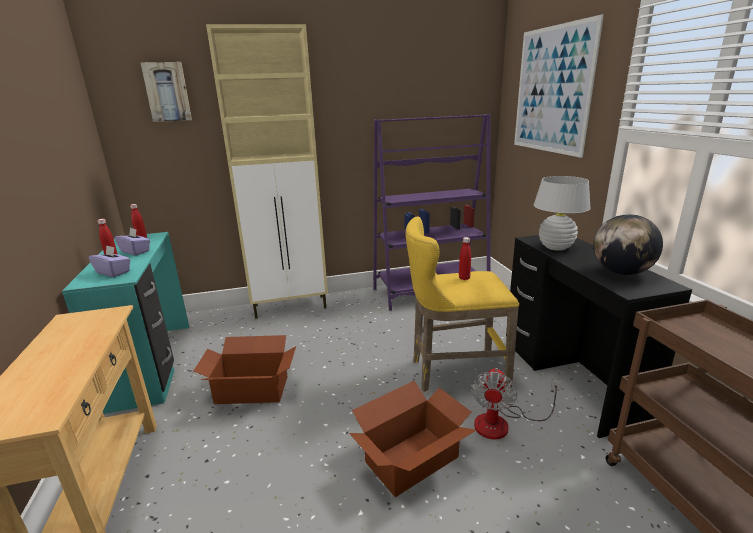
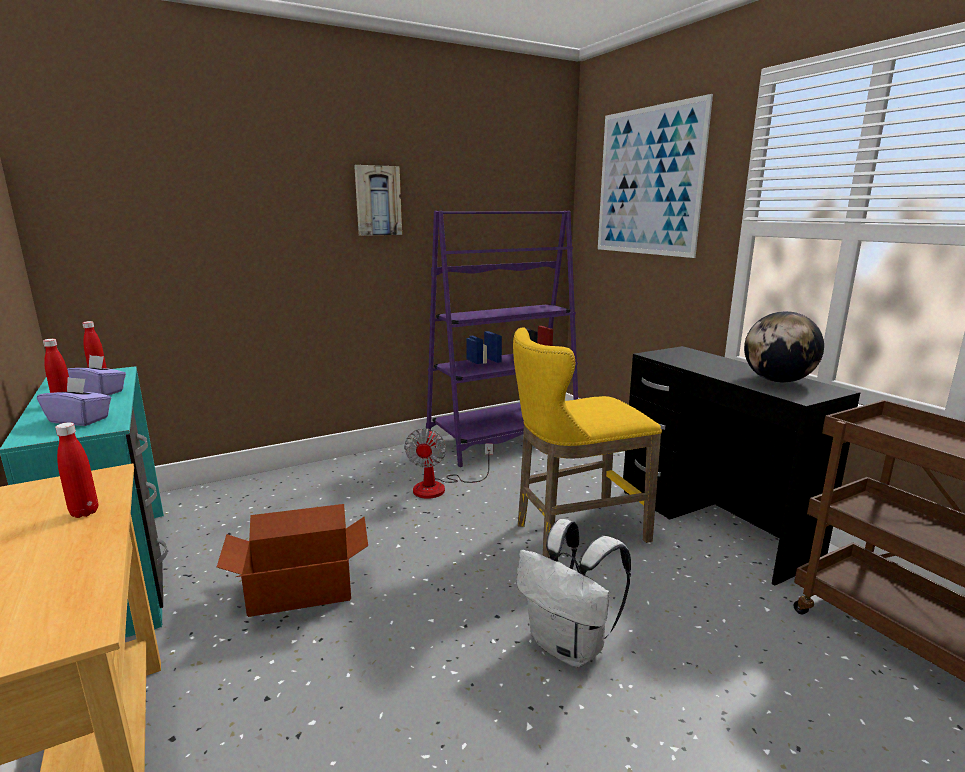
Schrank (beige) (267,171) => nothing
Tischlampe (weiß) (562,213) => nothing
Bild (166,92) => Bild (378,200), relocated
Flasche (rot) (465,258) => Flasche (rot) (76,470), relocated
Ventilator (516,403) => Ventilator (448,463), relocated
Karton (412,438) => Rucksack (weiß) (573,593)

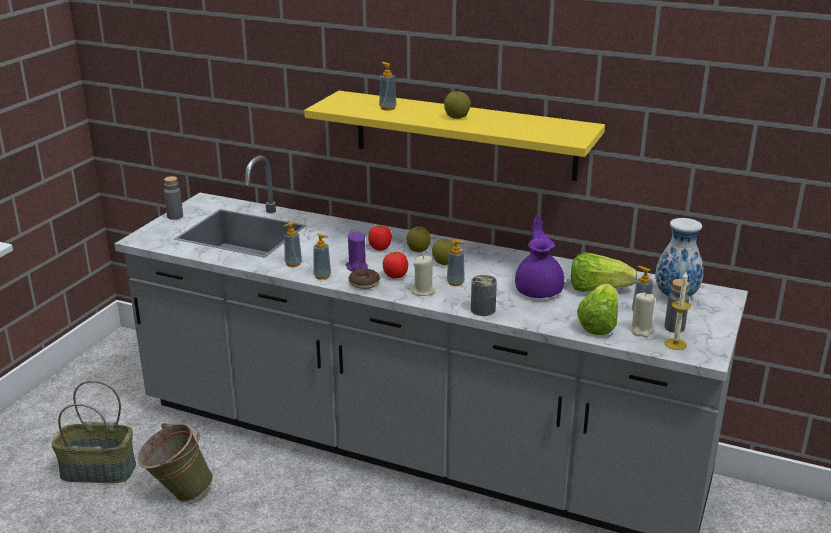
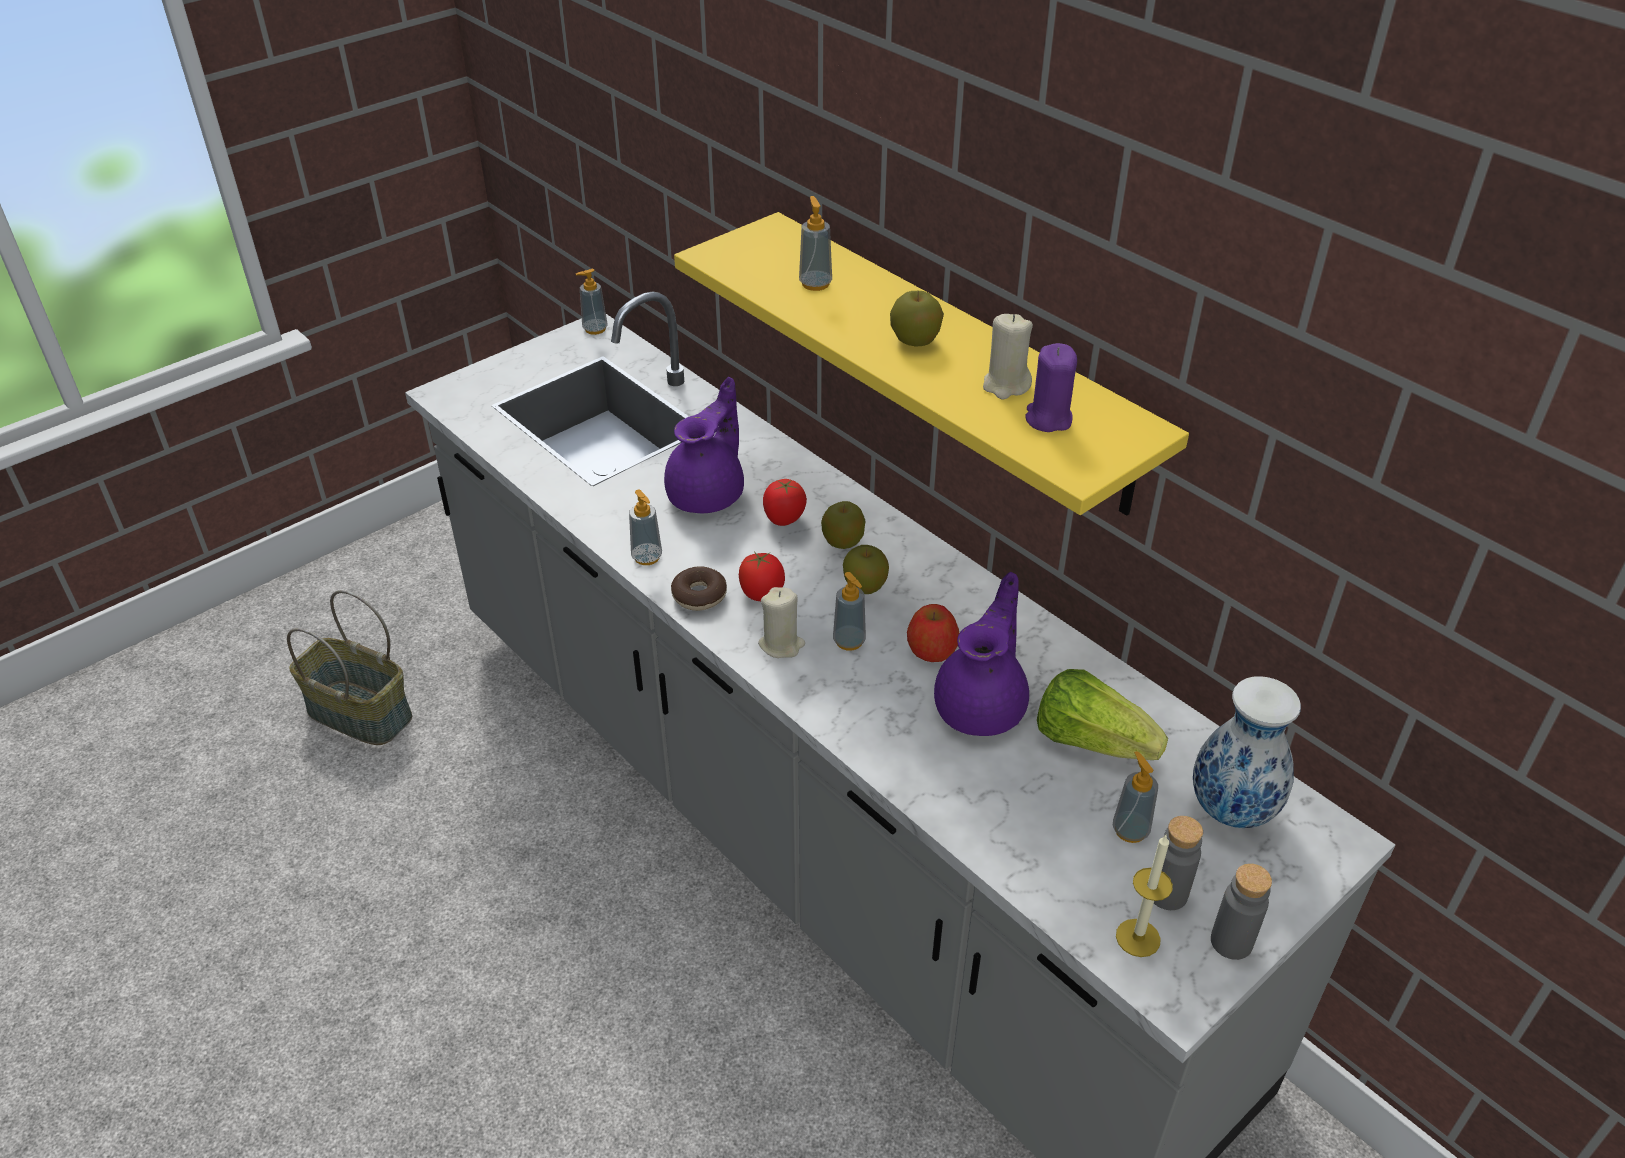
Eimer (grün) (175,462) => nothing
Dose (484,295) => nothing
Salatkopf (597,309) => nothing
nothing => Teekanne (lila) (704,445)
nothing => Apfel (933,633)
Flasche (grau) (173,198) => Flasche (grau) (1241,912), relocated
Seifenspender (293,244) => Seifenspender (592,302), relocated
Kerze (lila) (356,251) => Kerze (lila) (1051,387), relocated
Kerze (beige) (642,315) => Kerze (beige) (1008,356), relocated

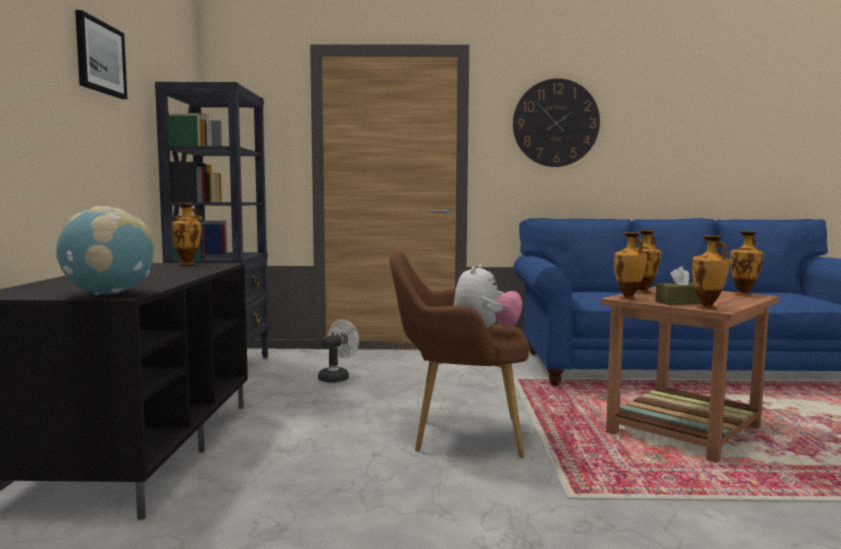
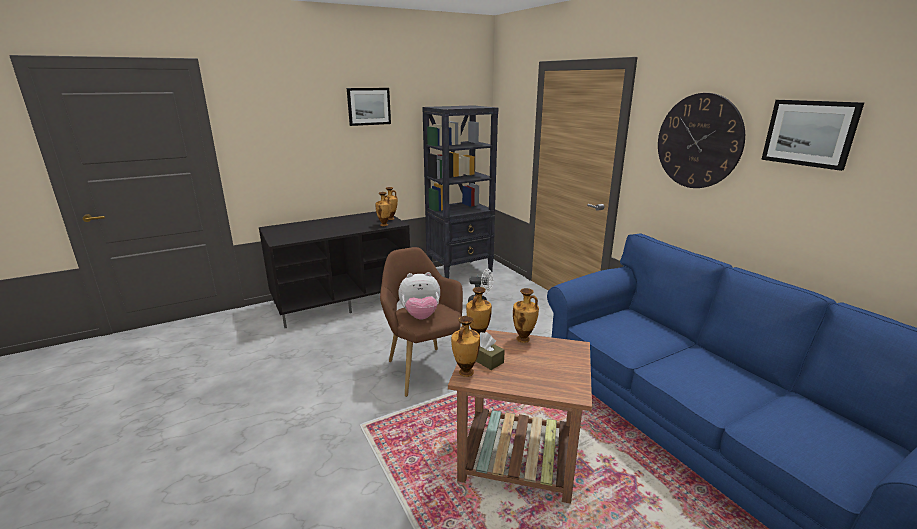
Globus (105,250) => nothing
nothing => Bild (812,135)
Vase (747,263) => Vase (383,209), relocated

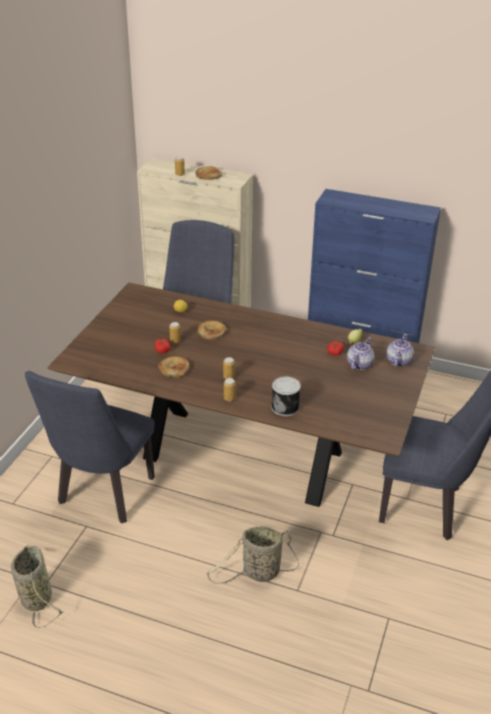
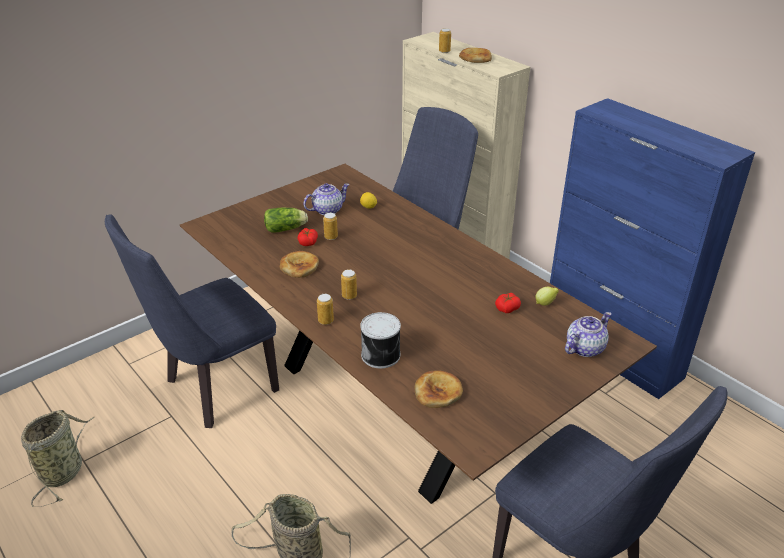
nothing => Salatkopf (286,220)
Brot (212,330) => Brot (439,389), relocated
Teekanne (361,353) => Teekanne (326,199), relocated

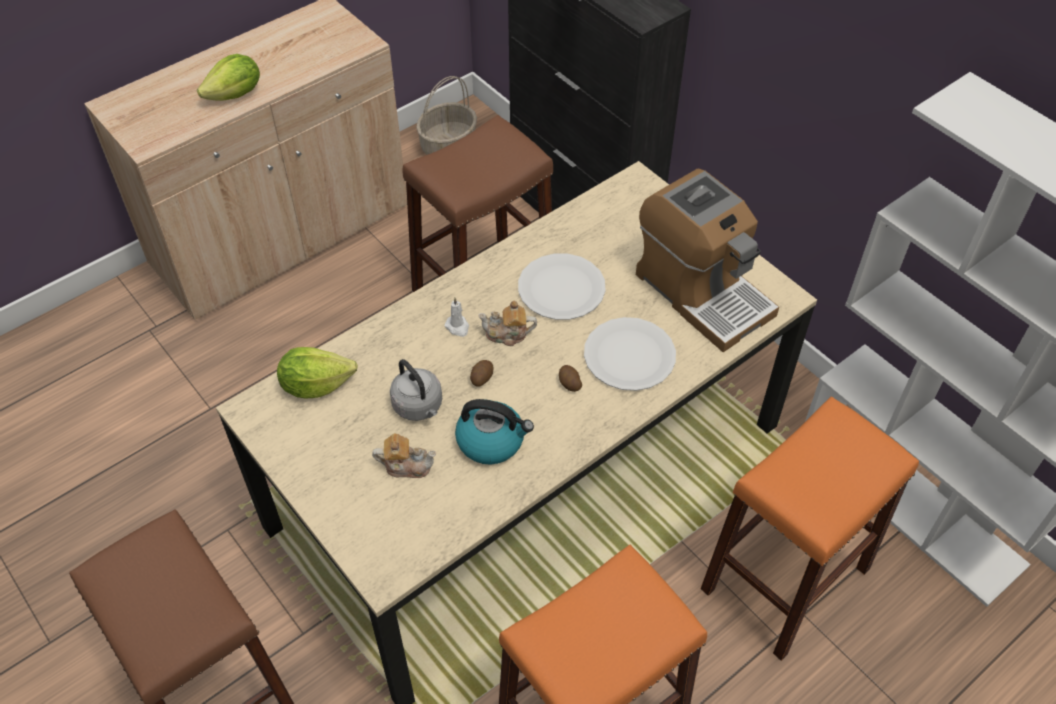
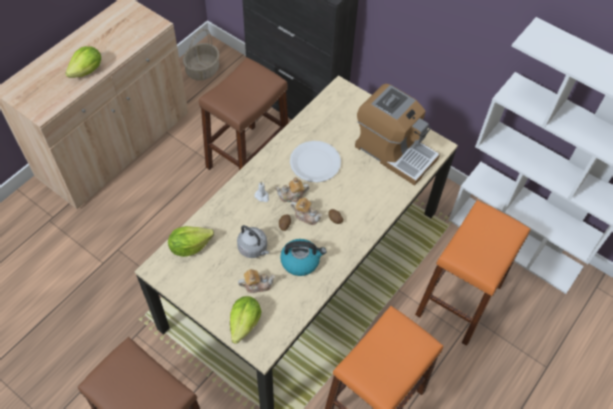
Teller (weiß) (630,354) => nothing
nothing => Salatkopf (246,320)
nothing => Teekanne (306,211)

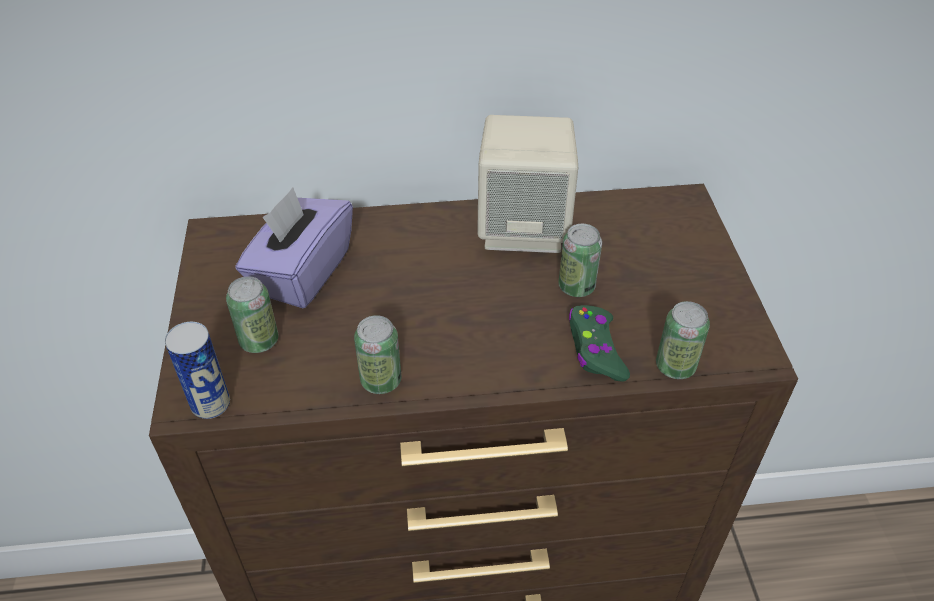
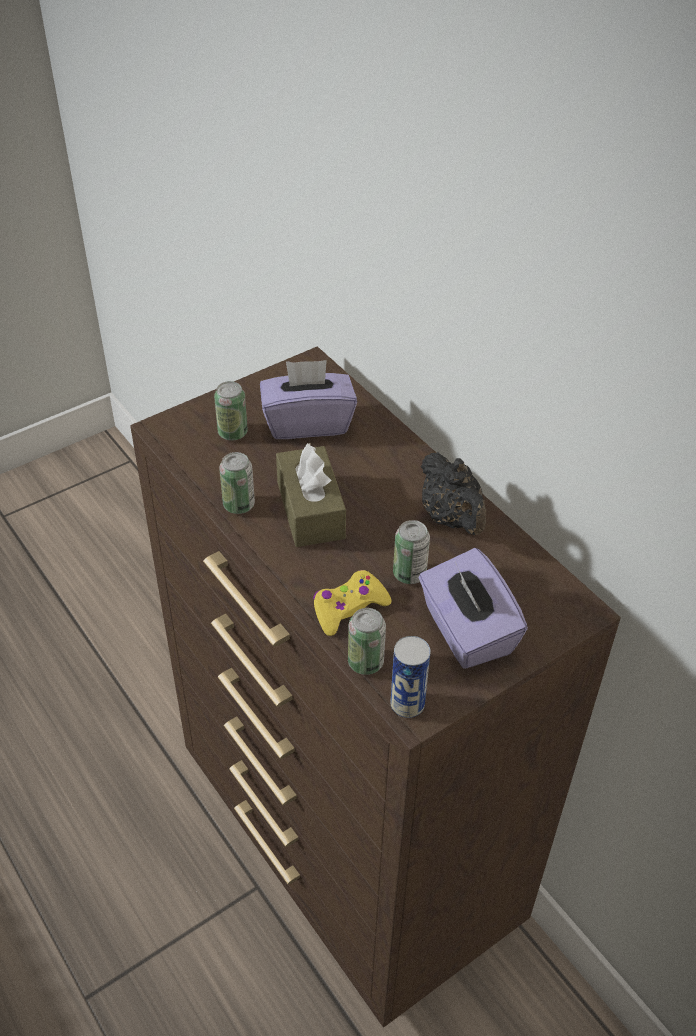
nothing => Taschentuchbox (braun) (311,494)
nothing => Taschentuchbox (lila) (473,608)
Dose (197,370) => Dose (410,677), relocated
Lautsprecher (beige) (527,184) => Teekanne (schwarz) (453,493)
Gamepad (grün) (599,343) => Gamepad (gelb) (352,603)

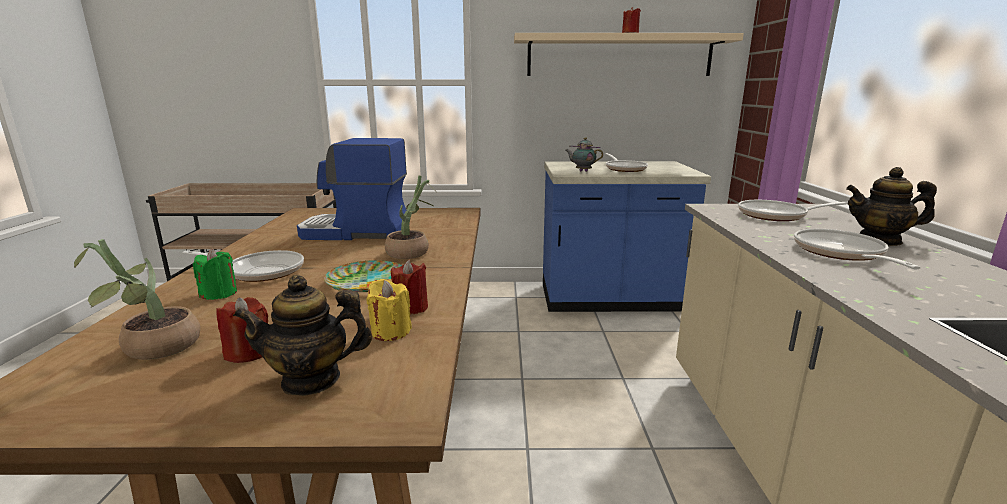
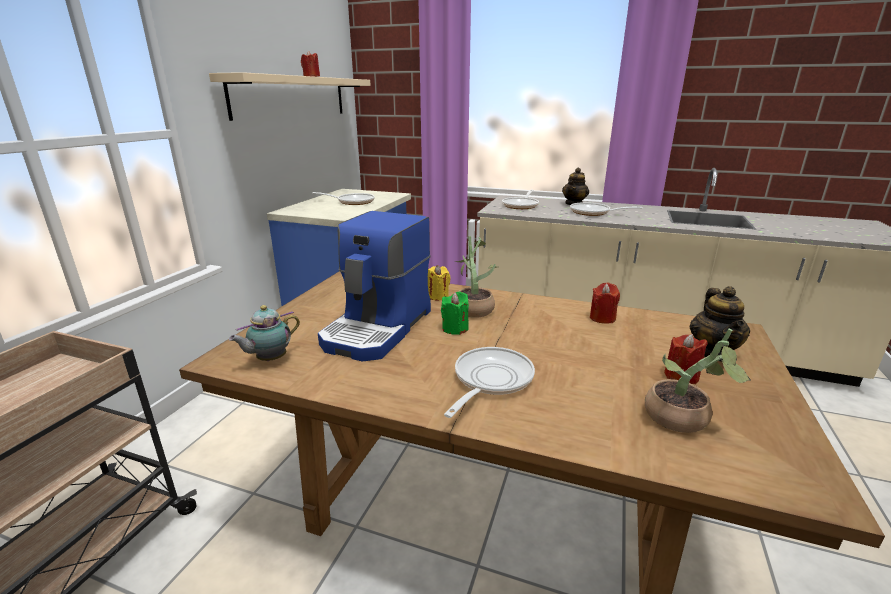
Teller (363,276) => nothing
Kerze (grün) (215,274) => Kerze (grün) (455,313), relocated
Kerze (gelb) (389,310) => Kerze (gelb) (439,283), relocated
Teekanne (584,154) => Teekanne (264,333), relocated

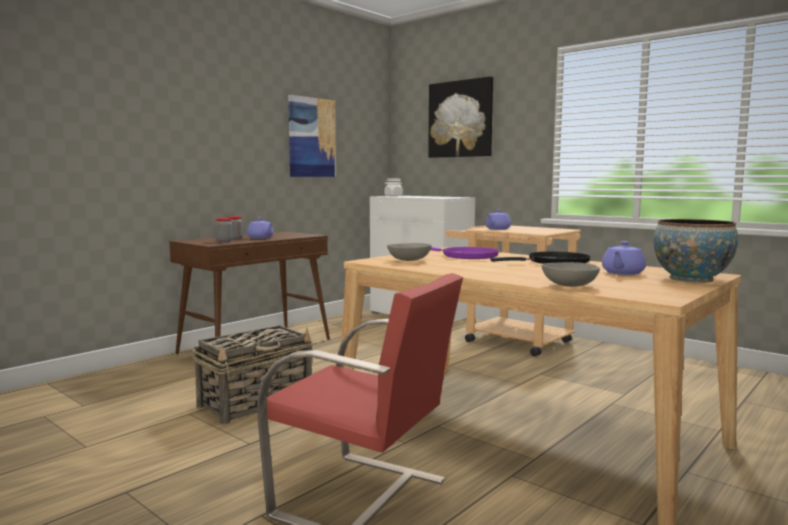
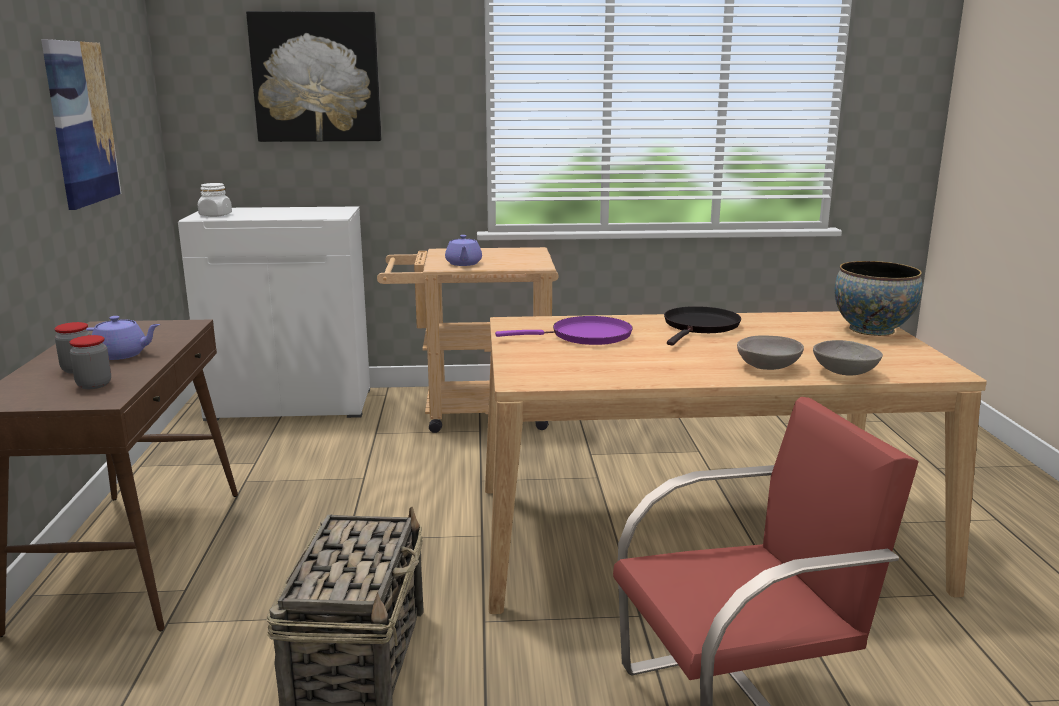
Teekanne (lila) (624,258) => nothing
Schüssel (grau) (409,252) => Schüssel (grau) (770,352), relocated

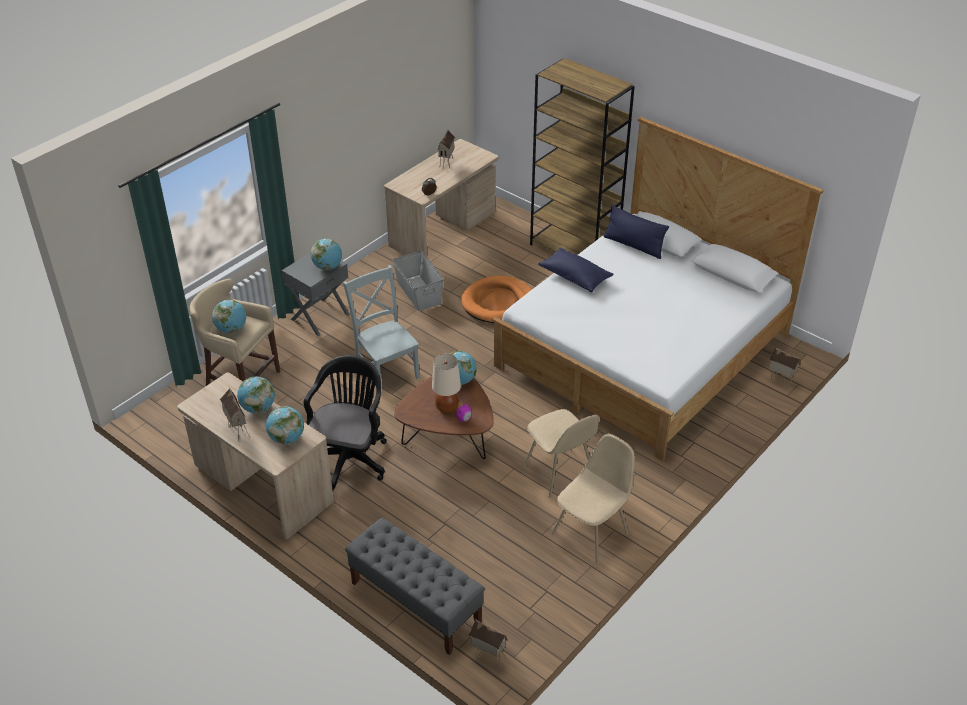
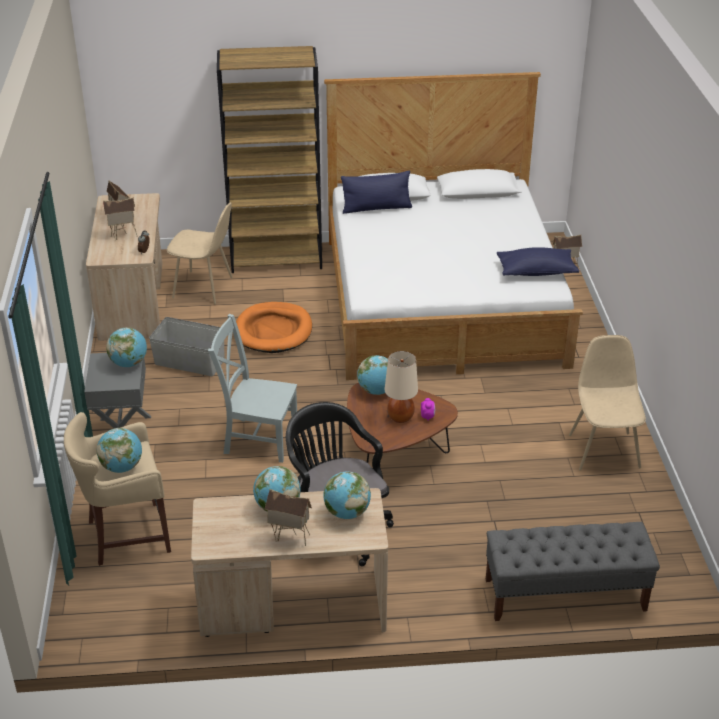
Spielzeughaus (488,643) => Spielzeughaus (120,219), relocated
Stuhl (beige) (561,453) => Stuhl (beige) (200,253), relocated
Kissen (blau) (575,270) => Kissen (blau) (538,261), relocated

